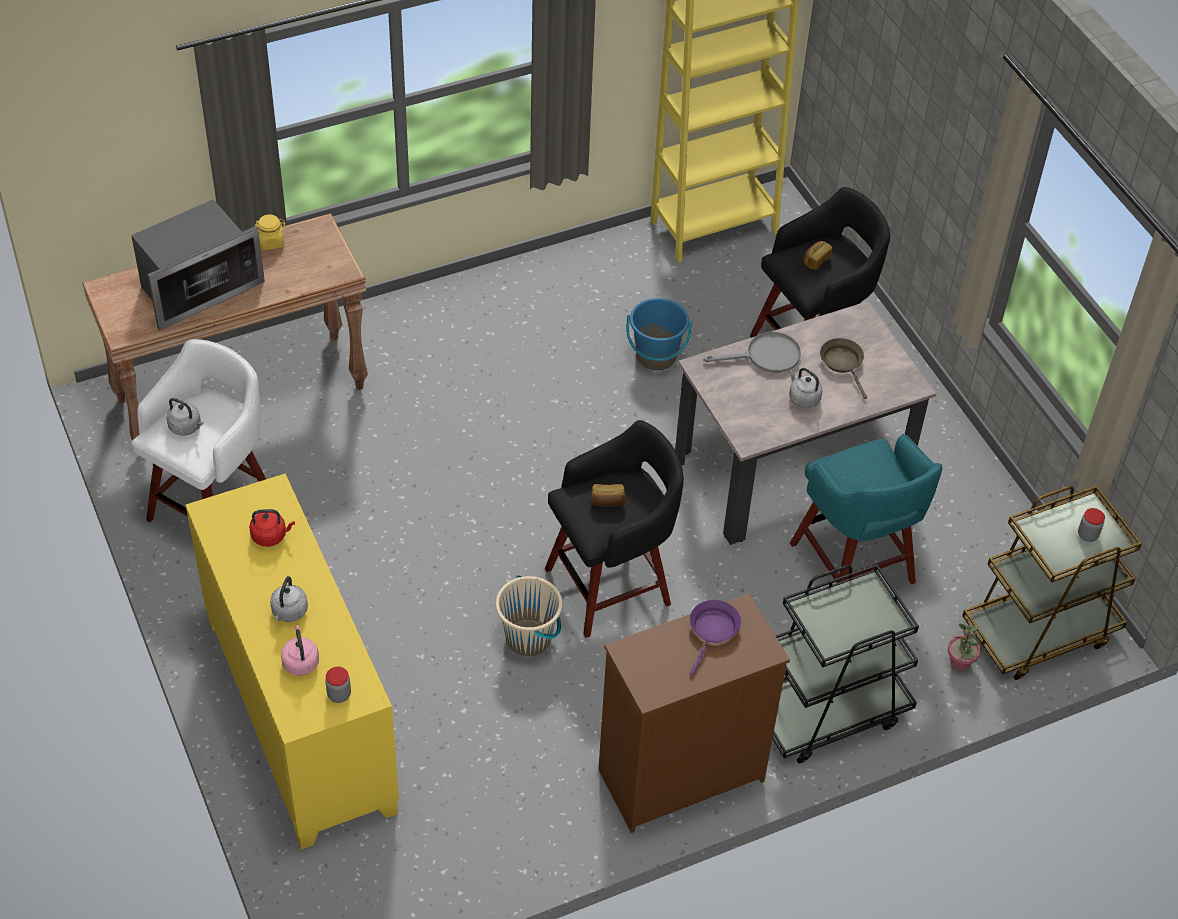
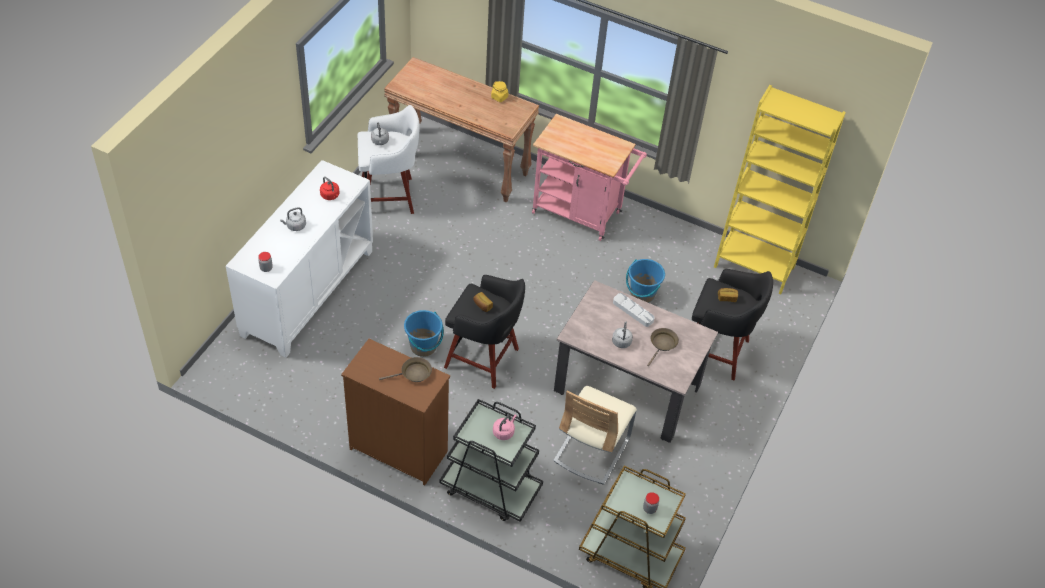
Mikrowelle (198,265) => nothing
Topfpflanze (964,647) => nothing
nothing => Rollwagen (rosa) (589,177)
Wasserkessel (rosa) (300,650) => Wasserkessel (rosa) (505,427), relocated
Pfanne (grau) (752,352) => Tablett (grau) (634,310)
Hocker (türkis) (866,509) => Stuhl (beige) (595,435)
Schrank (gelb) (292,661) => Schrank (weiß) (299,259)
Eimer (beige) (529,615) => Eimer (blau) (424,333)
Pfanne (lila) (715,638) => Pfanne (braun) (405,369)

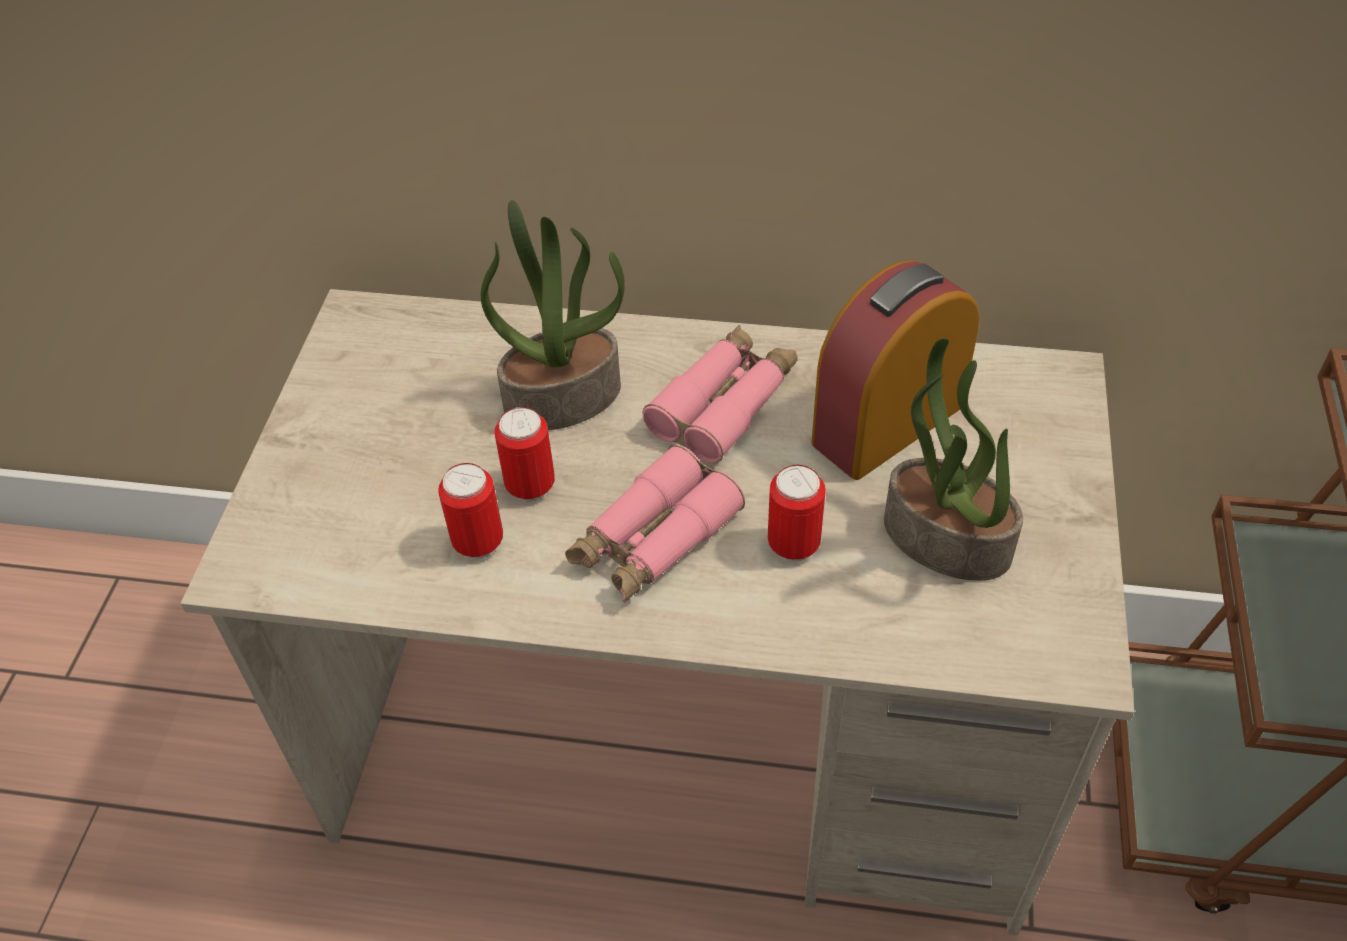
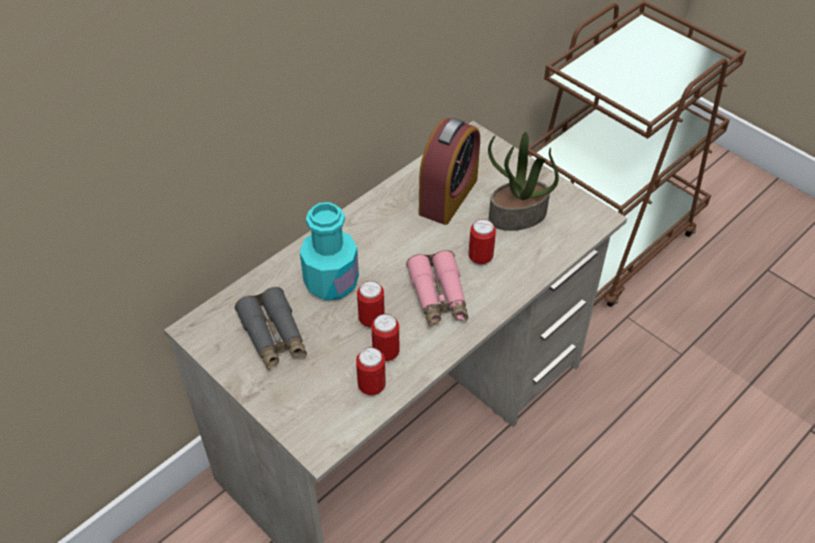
Fernglas (rosa) (720,394) => nothing
nothing => Fernglas (grau) (271,328)
nothing => Dose (371,371)
Topfpflanze (553,315) => Flasche (türkis) (329,251)
Wecker (895,370) => Wecker (449,171), 150 degrees counterclockwise

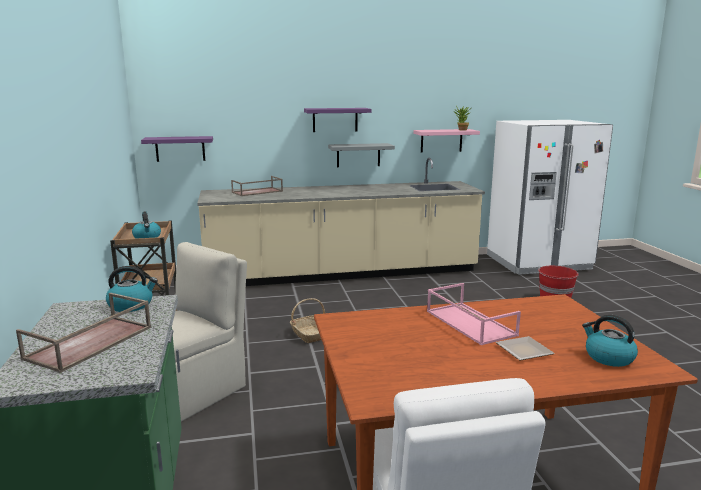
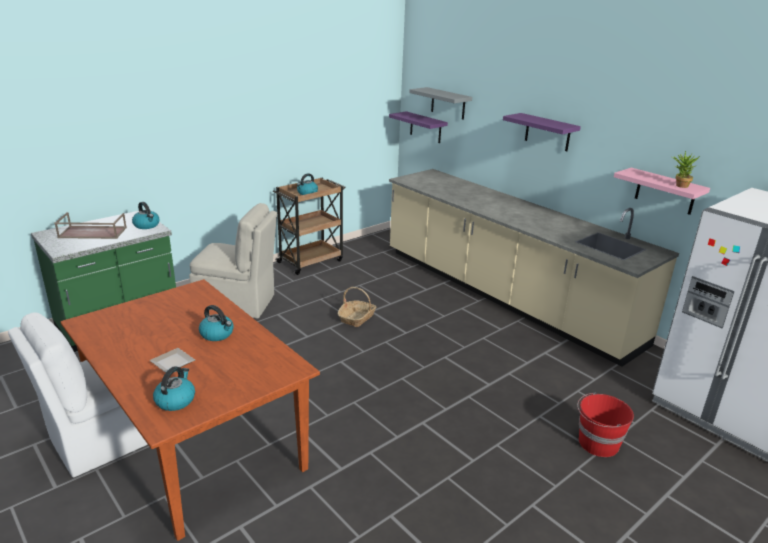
Tablett (braun) (257,186) => nothing
Wandregal (grau) (361,155) => Wandregal (grau) (440,103), relocated
Tablett (rosa) (474,314) => Wasserkessel (216,323)

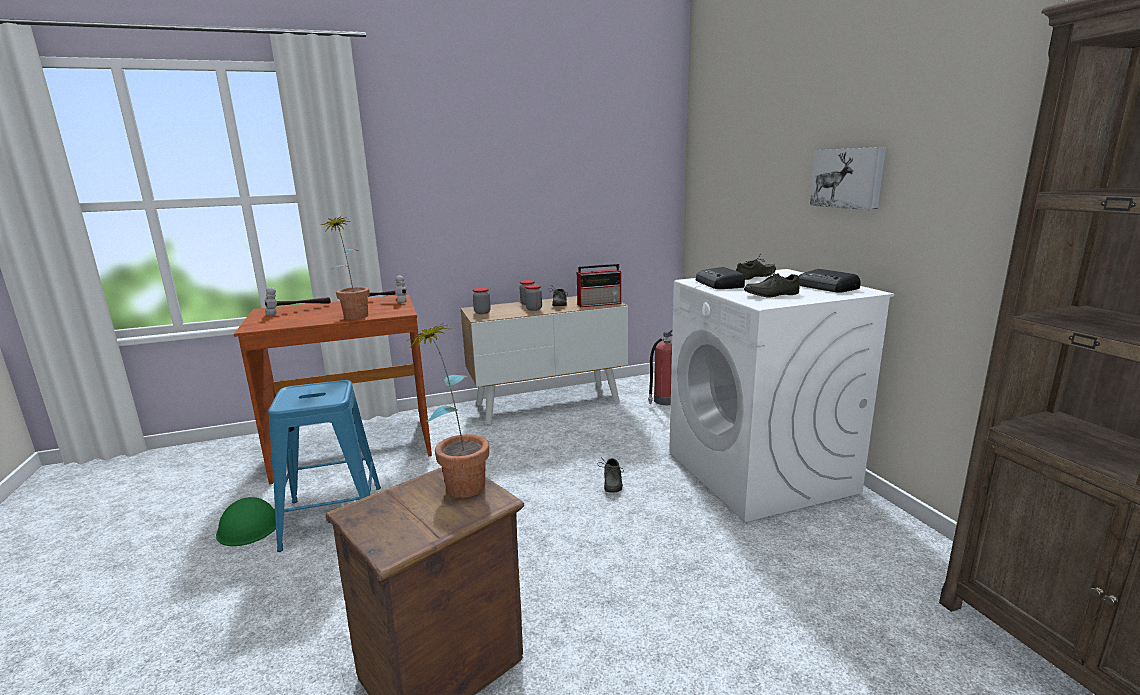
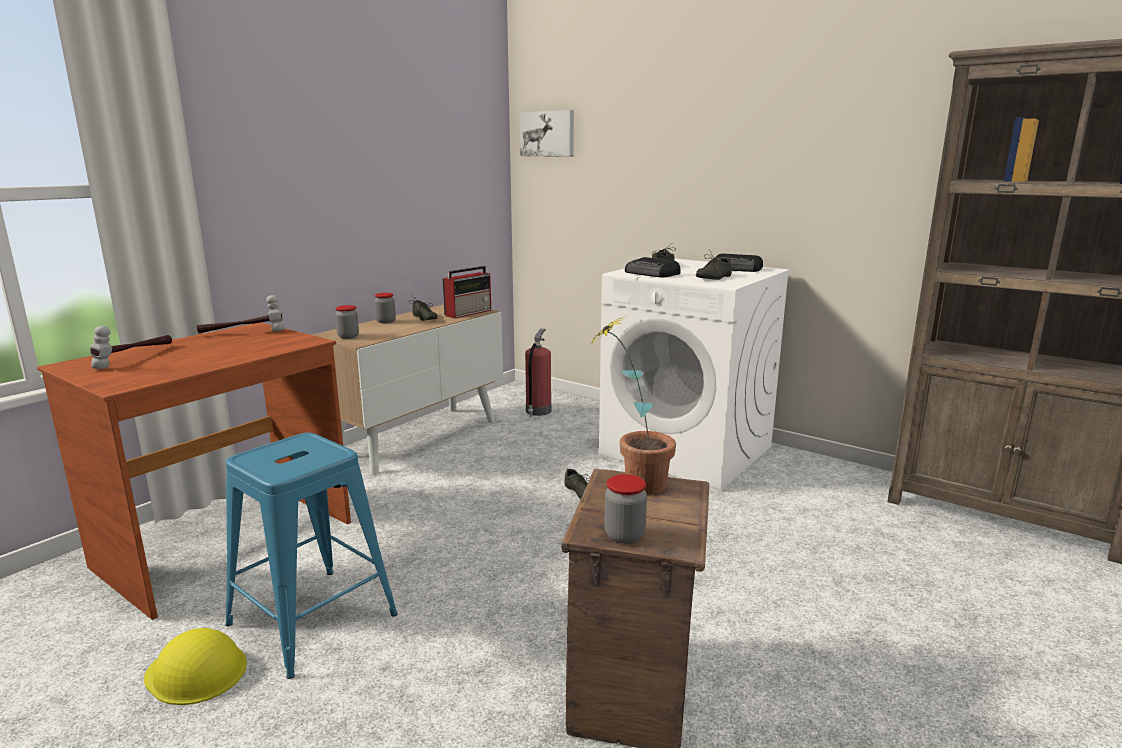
Topfpflanze (345,267) => nothing
Vorratsglas (533,298) => Vorratsglas (625,509), relocated
Bild (848,178) => Bild (546,133), relocated
Schutzhelm (grün) (246,521) => Schutzhelm (gelb) (195,666)

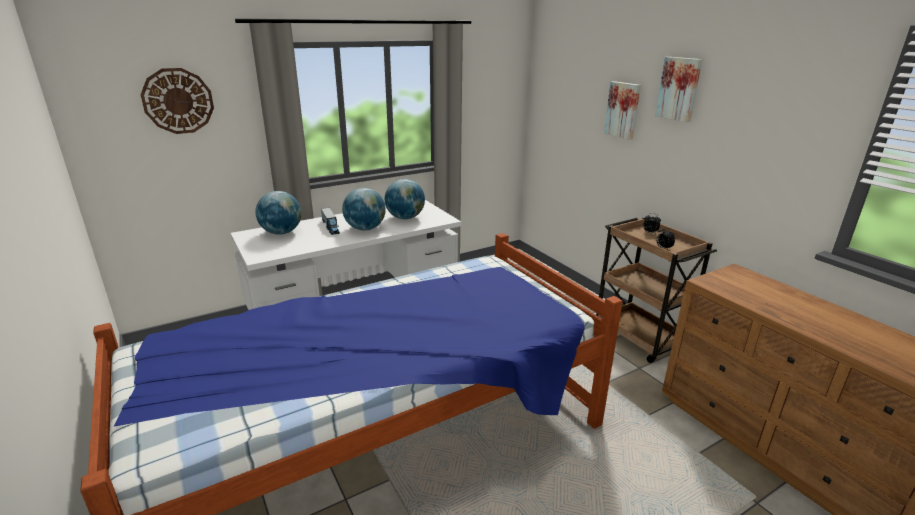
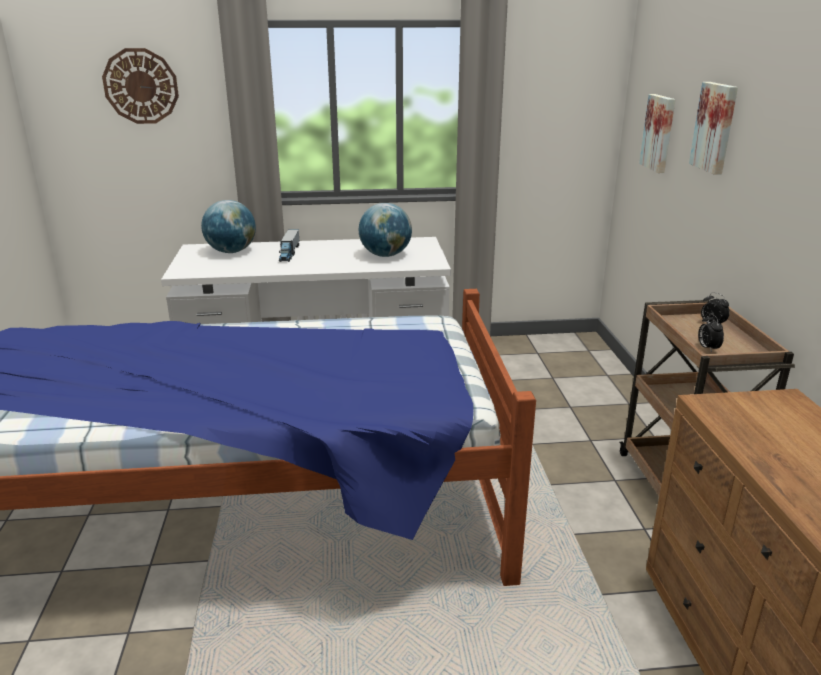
Globus (364,209) => nothing
Bild (679,89) => Bild (657,133), relocated

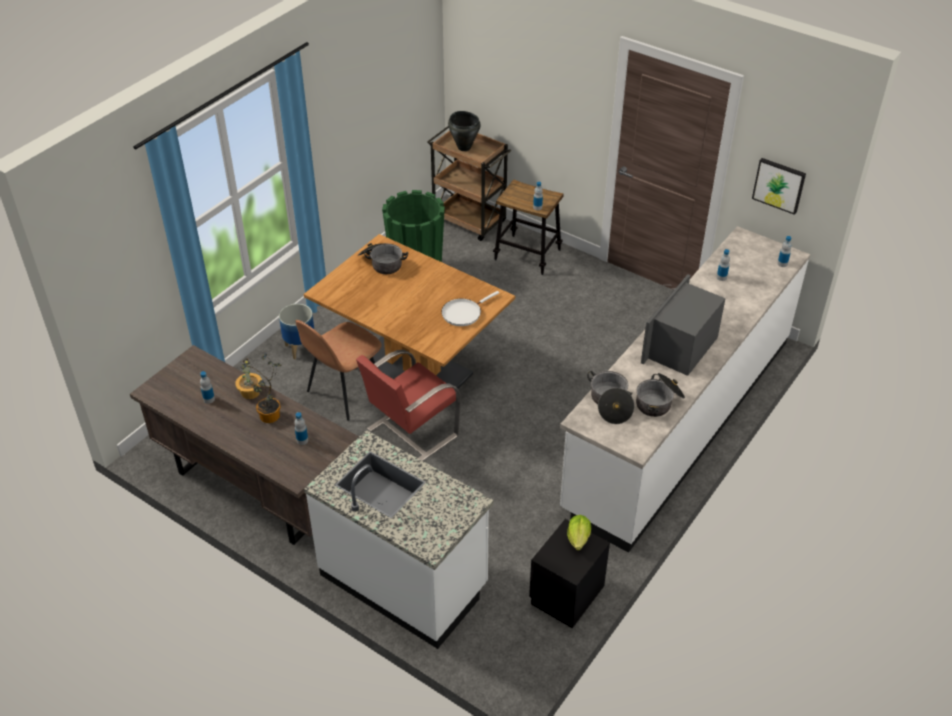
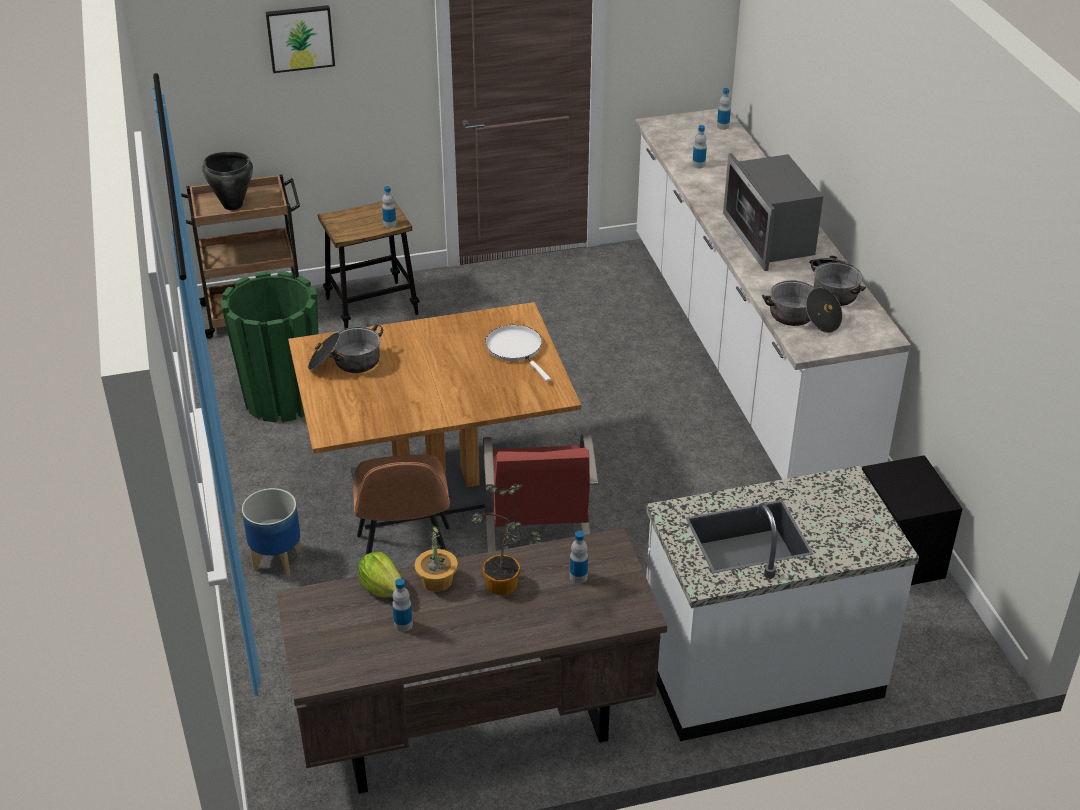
Salatkopf (579,533) => Salatkopf (380,574), relocated
Bild (779,186) => Bild (300,39), relocated
Pfanne (weiß) (470,308) => Pfanne (weiß) (518,353), 150 degrees clockwise

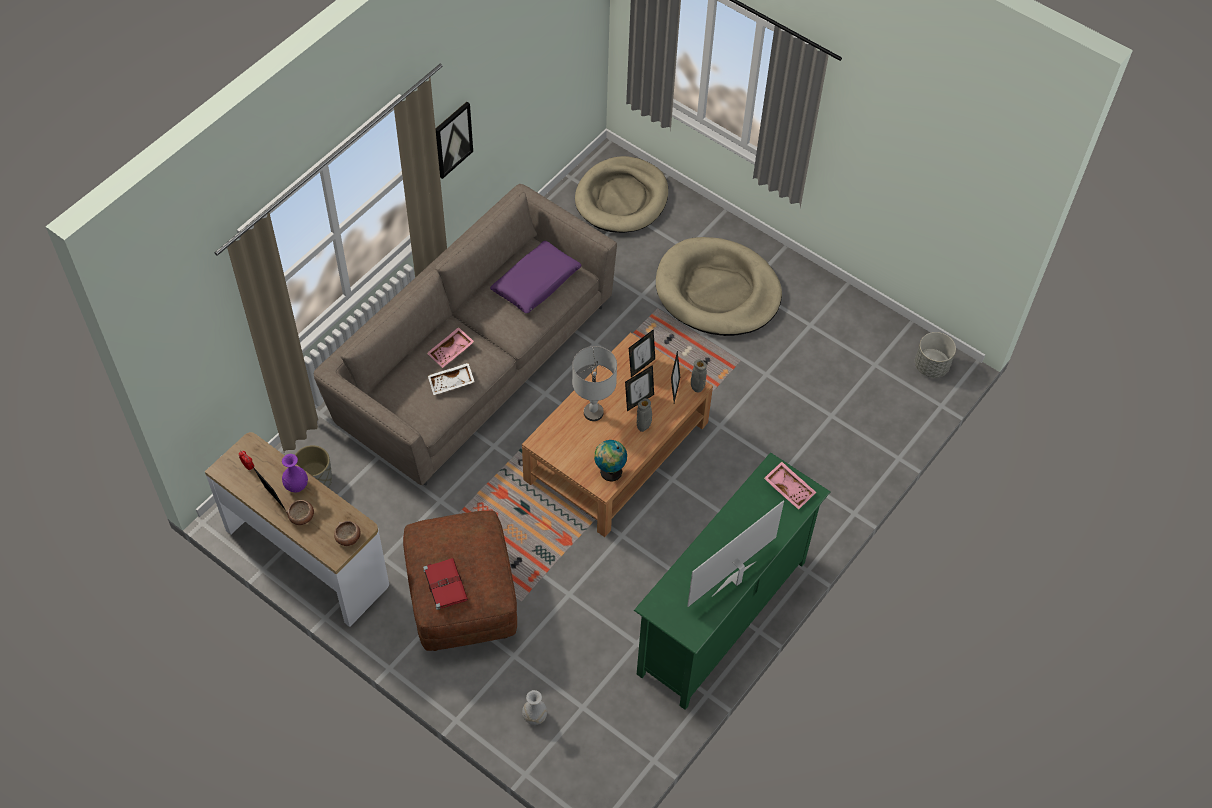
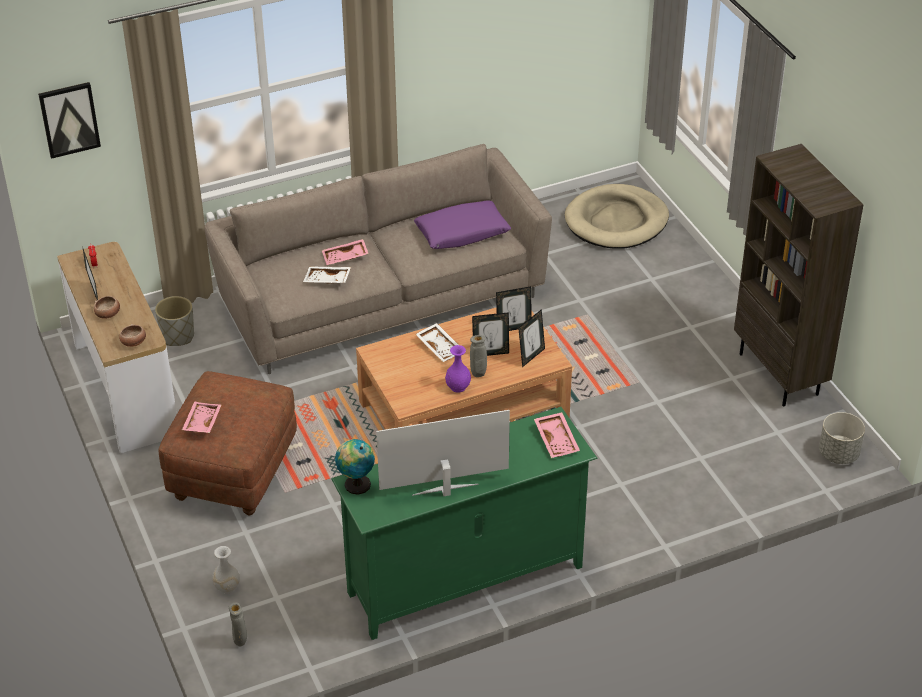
Hundebett (beige) (719,286) => nothing
nothing => Bücherregal (braun) (798,275)
Vase (lila) (295,473) => Vase (lila) (458,369), relocated
Bild (454,140) => Bild (69,120), relocated
Globus (610,461) => Globus (355,467), relocated
Vase (grau) (699,375) => Vase (grau) (238,624), relocated
Buch (rot) (445,584) => Tablett (rosa) (201,417)
Tischlampe (grau) (594,383) => Tablett (weiß) (437,342)

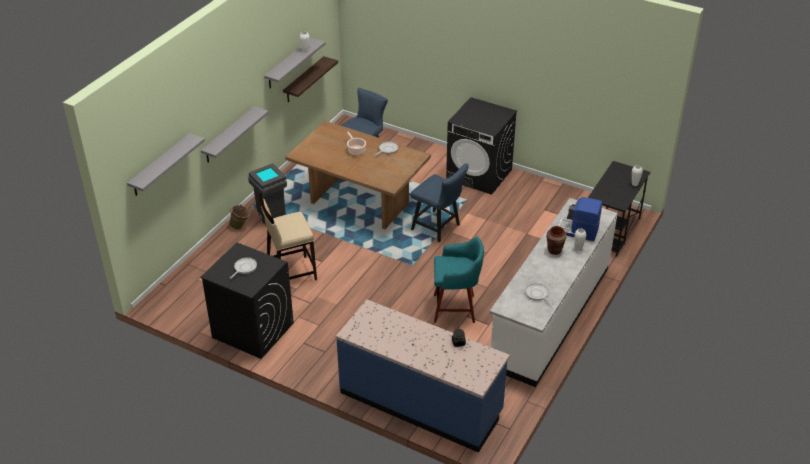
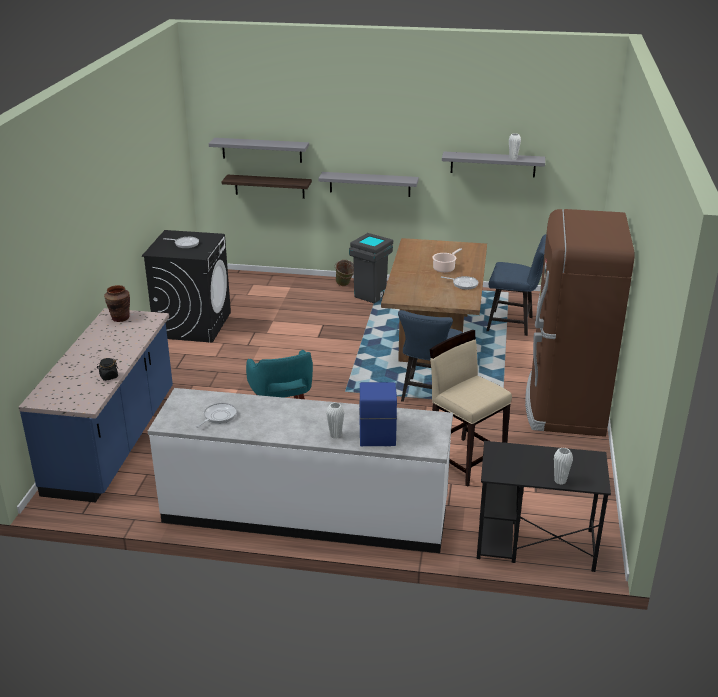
Hocker (beige) (288,237) => Hocker (beige) (471,408), relocated
Wandregal (310,79) => Wandregal (266,186), relocated
Vase (braun) (556,240) => Vase (braun) (117,303), relocated
Waschmaschine (schwarz) (481,146) => Kühlschrank (braun) (580,323)

